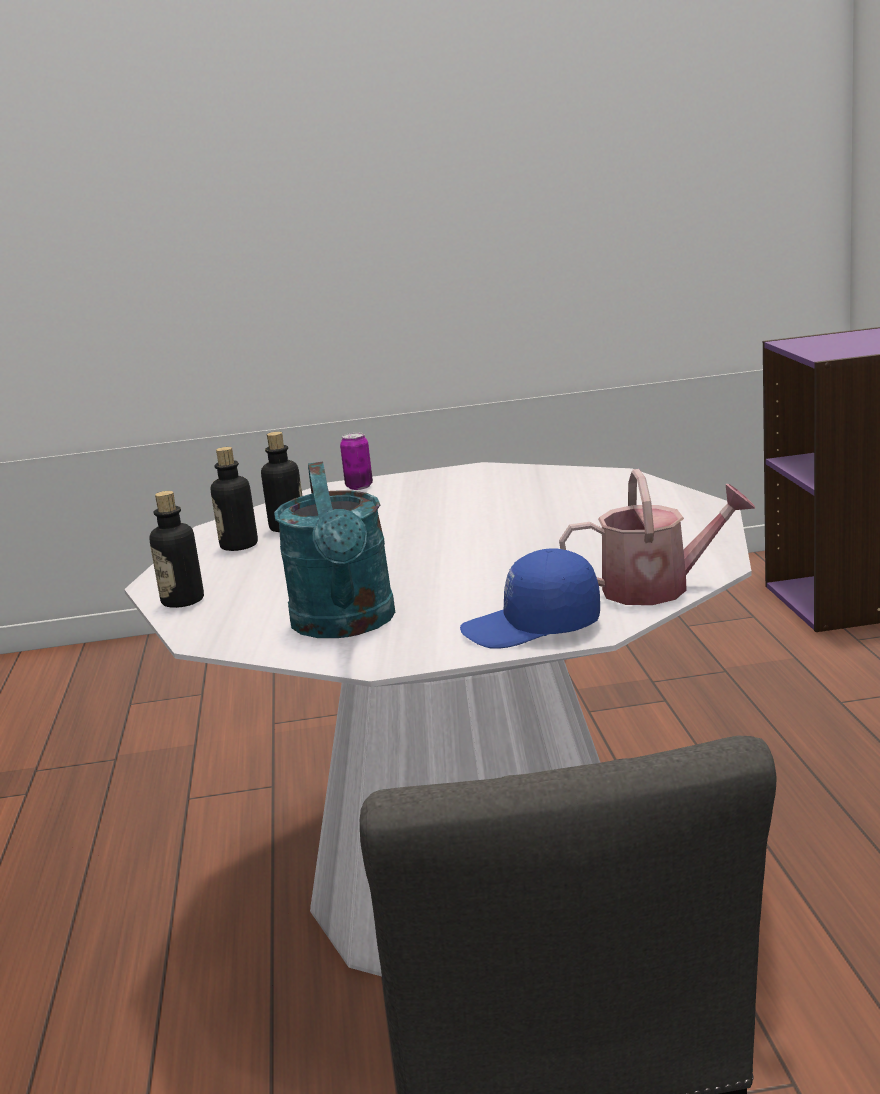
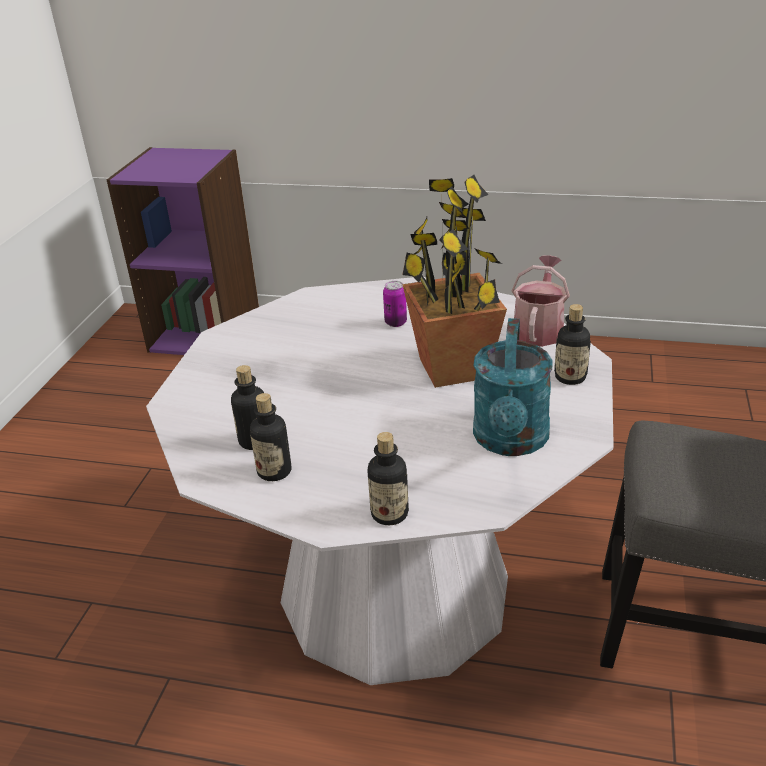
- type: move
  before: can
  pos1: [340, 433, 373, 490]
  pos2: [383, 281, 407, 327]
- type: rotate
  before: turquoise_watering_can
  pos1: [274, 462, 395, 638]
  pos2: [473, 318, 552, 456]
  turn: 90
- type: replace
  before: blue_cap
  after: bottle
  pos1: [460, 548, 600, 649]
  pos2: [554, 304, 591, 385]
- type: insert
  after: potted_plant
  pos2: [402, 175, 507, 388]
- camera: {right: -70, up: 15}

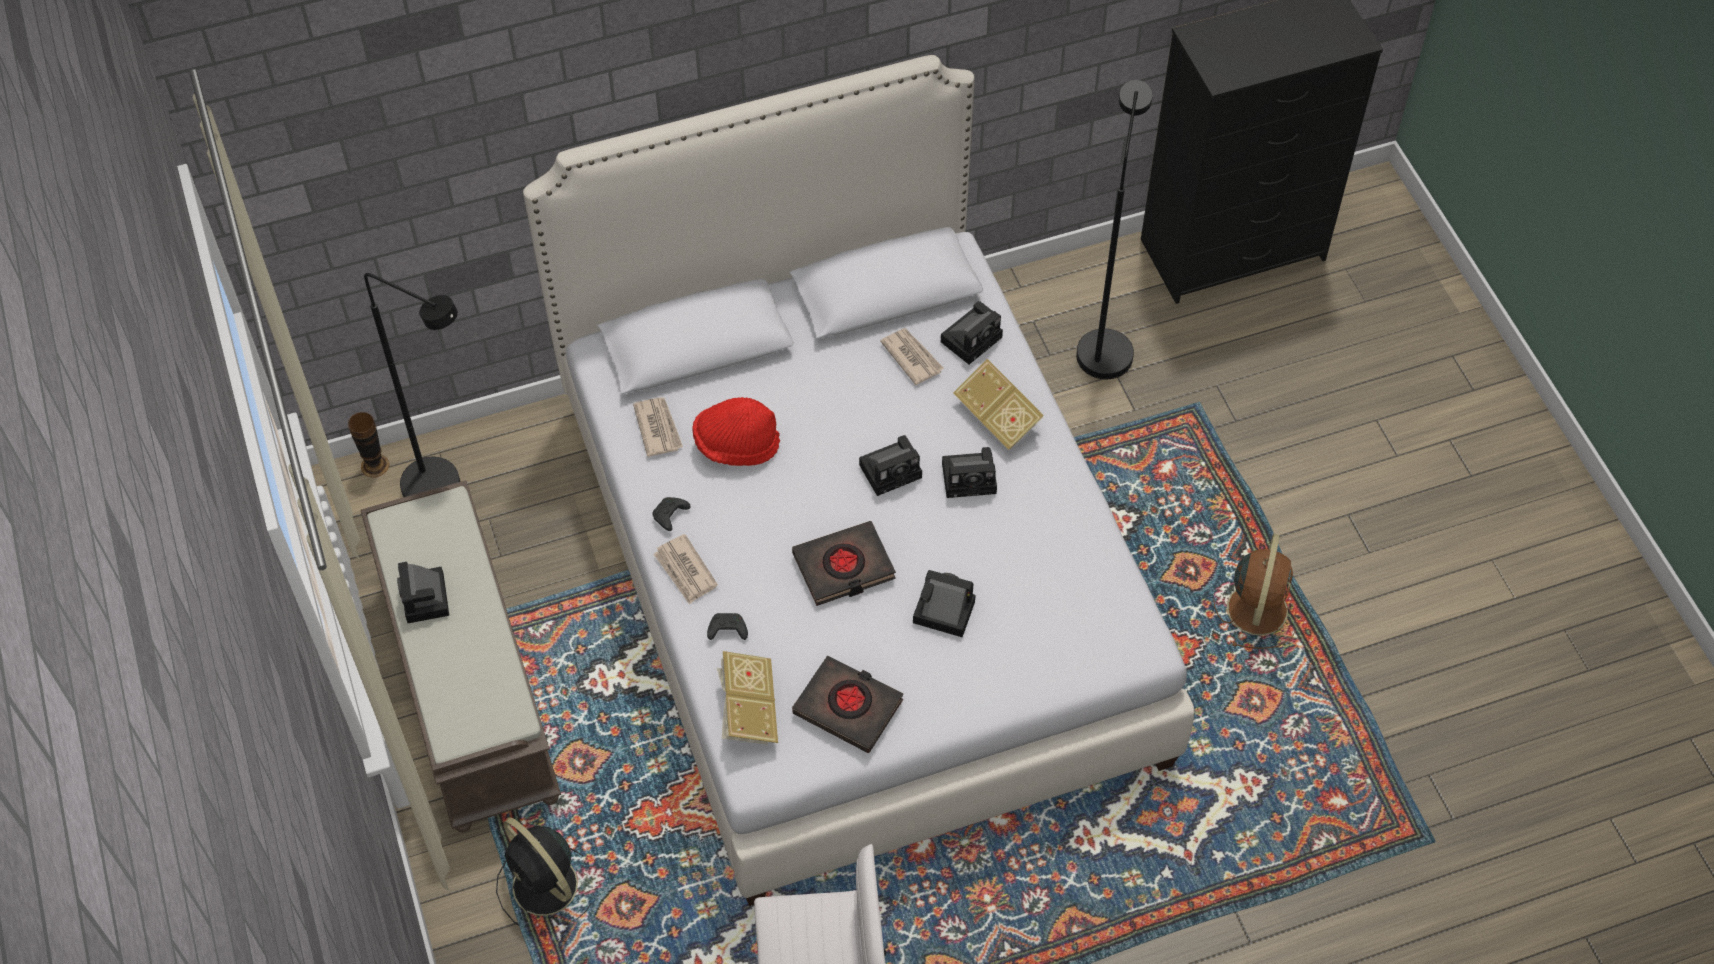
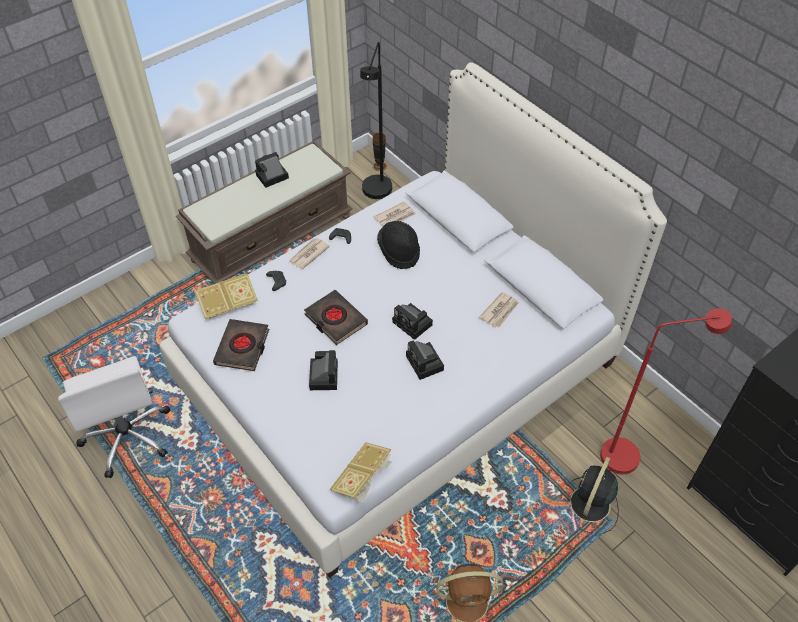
- type: recolor
  before: black_floor_lamp
  after: red_floor_lamp
  pos1: [1076, 80, 1153, 379]
  pos2: [600, 308, 732, 475]
- type: delete
  before: photo_camera
  pos1: [941, 301, 1003, 364]
- type: move
  before: book
  pos1: [953, 359, 1044, 450]
  pos2: [330, 442, 392, 502]
- type: recolor
  before: red_hat
  after: black_hat
  pos1: [692, 397, 780, 466]
  pos2: [377, 221, 420, 269]
- type: move
  before: black_fan
  pos1: [496, 818, 590, 926]
  pos2: [568, 457, 619, 533]
- camera: {right: 70, up: -5}

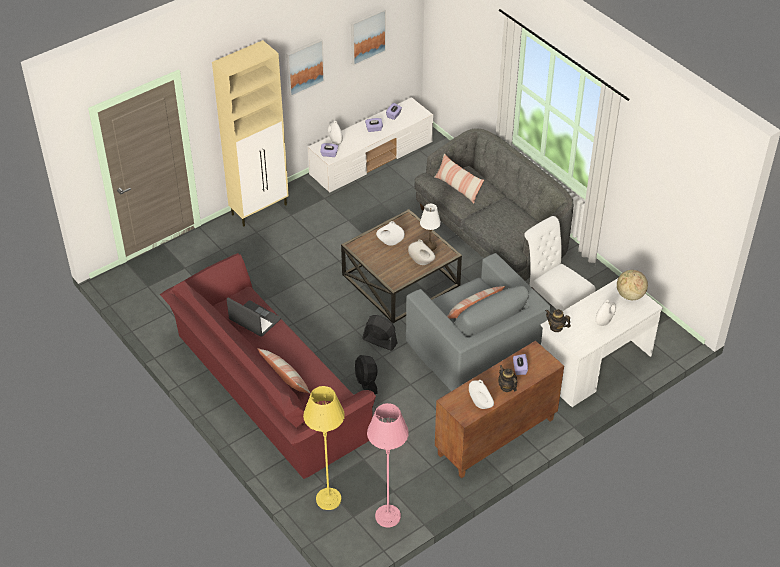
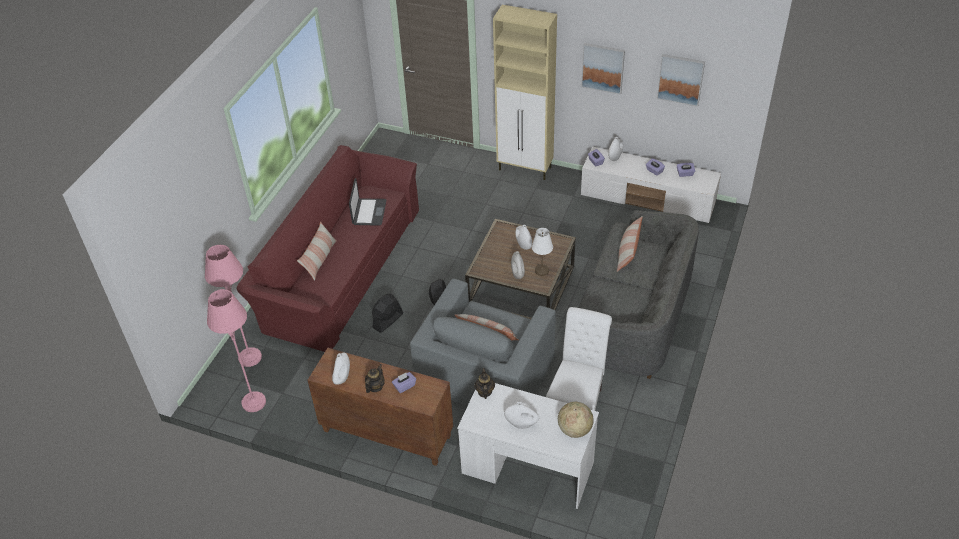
- type: recolor
  before: yellow_floor_lamp
  after: pink_floor_lamp
  pos1: [303, 386, 345, 510]
  pos2: [205, 245, 262, 367]
- camera: {right: 60, up: 0}

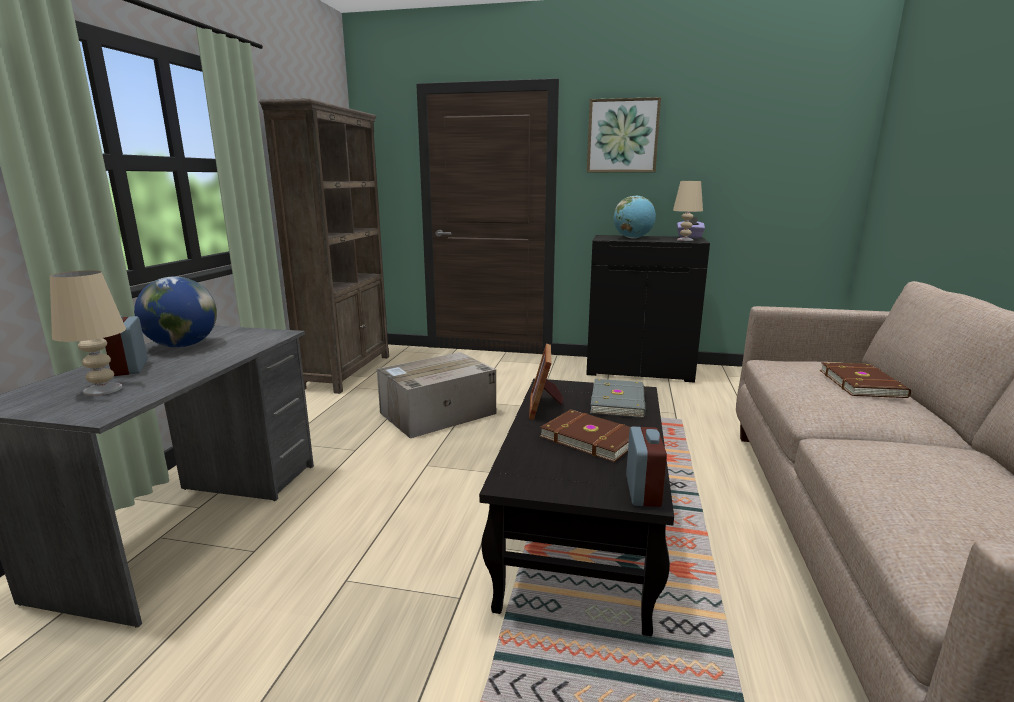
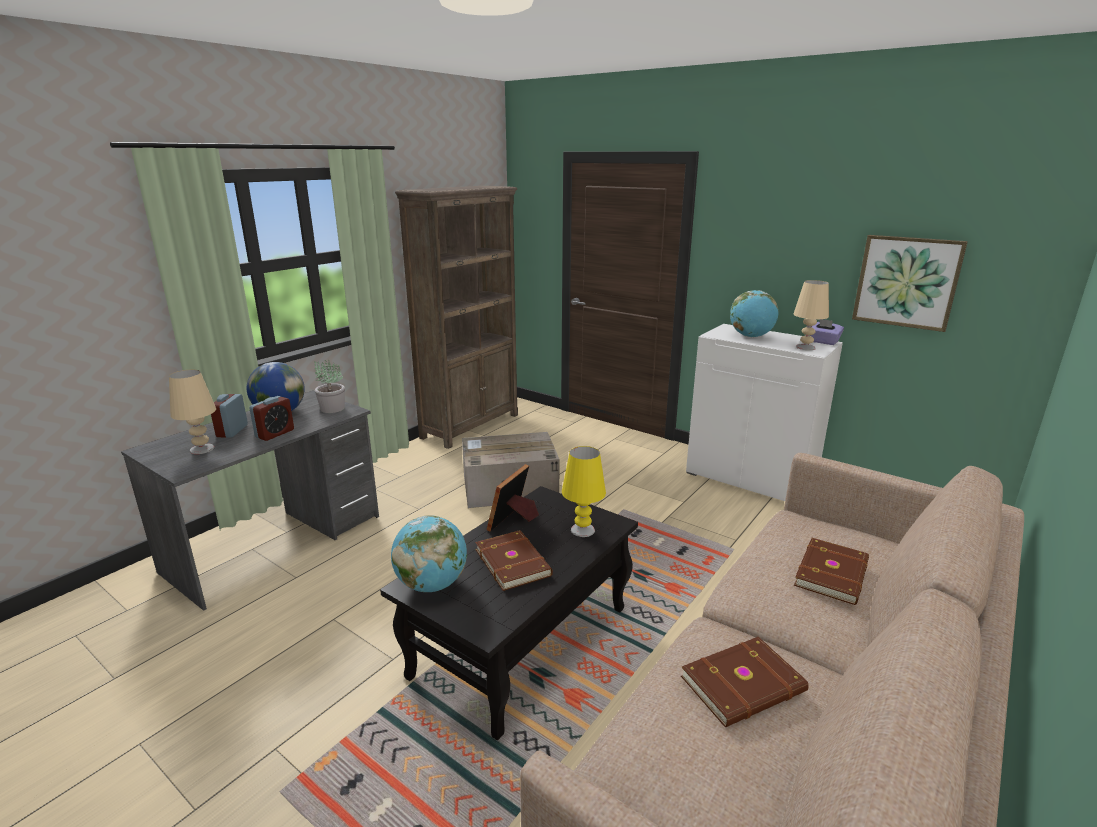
- type: move
  before: picture
  pos1: [587, 97, 661, 172]
  pos2: [852, 235, 968, 332]
- type: recolor
  before: black_cabinet
  after: white_cabinet
  pos1: [586, 235, 710, 383]
  pos2: [686, 324, 843, 501]
- type: replace
  before: grey_book
  after: yellow_table_lamp
  pos1: [590, 379, 646, 418]
  pos2: [562, 446, 606, 537]
- type: move
  before: alarm_clock
  pos1: [626, 427, 667, 507]
  pos2: [249, 396, 294, 441]
- type: insert
  after: potted_plant
  pos2: [314, 359, 345, 413]
- type: insert
  after: globe
  pos2: [391, 515, 467, 592]
- type: insert
  after: brown_book
  pos2: [681, 637, 809, 728]
- camera: {right: 25, up: 5}

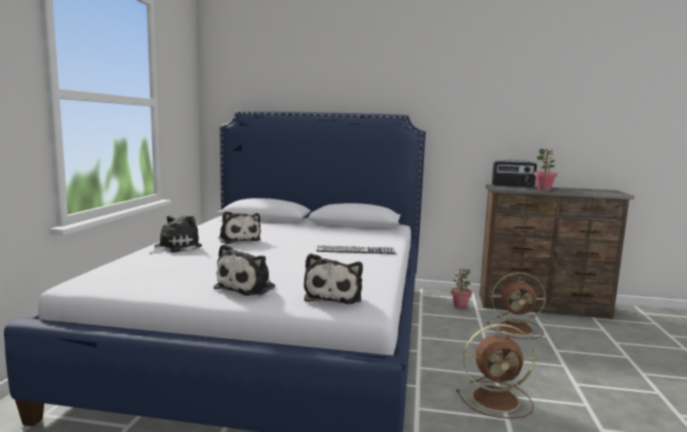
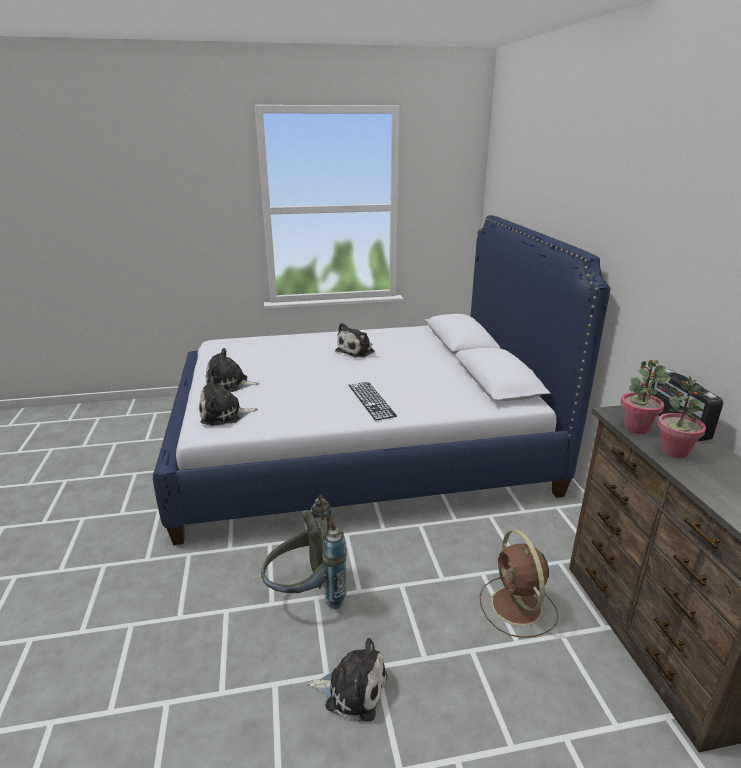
- type: move
  before: plush_toy
  pos1: [149, 215, 202, 254]
  pos2: [308, 638, 387, 722]
- type: move
  before: potted_plant
  pos1: [451, 268, 472, 309]
  pos2: [621, 360, 671, 434]
- type: replace
  before: brown_fan
  after: grey_backpack
  pos1: [456, 324, 535, 419]
  pos2: [261, 495, 347, 609]
- camera: {right: 70, up: 15}

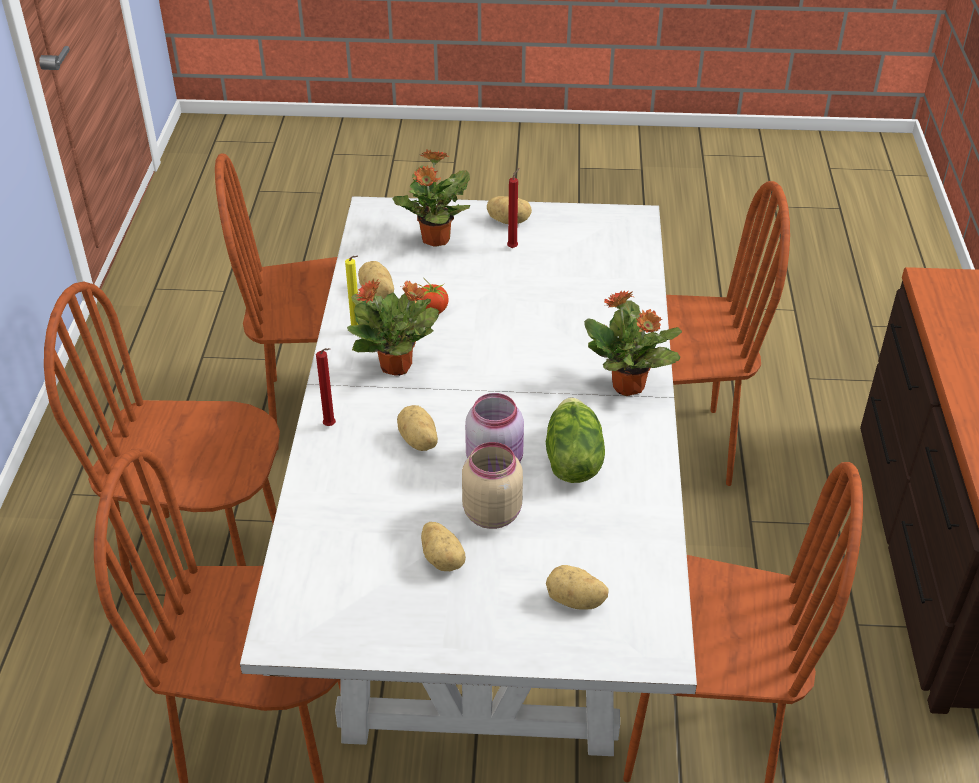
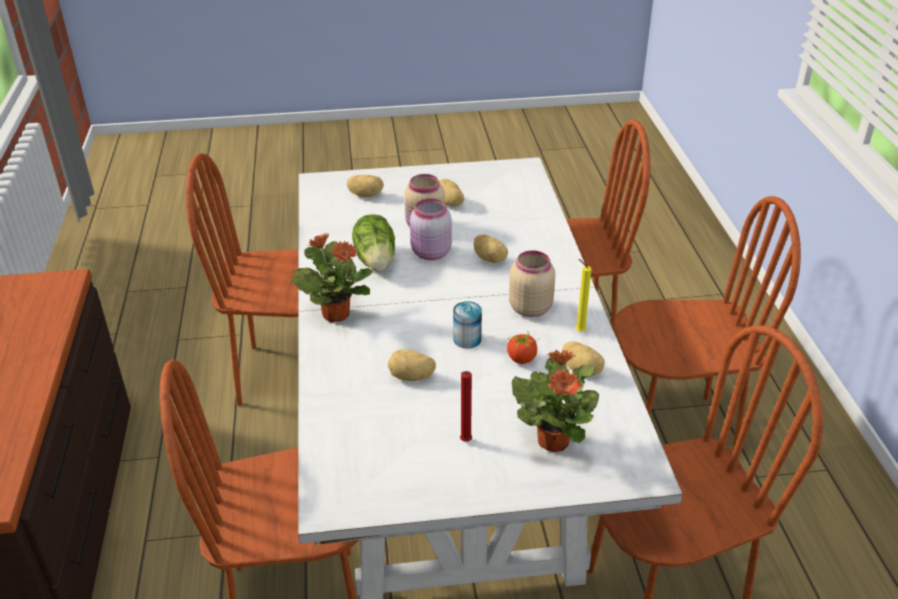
- type: move
  before: potato
  pos1: [487, 196, 532, 224]
  pos2: [388, 350, 436, 381]
- type: replace
  before: potted_plant
  after: beige_jar
  pos1: [347, 279, 439, 376]
  pos2: [509, 250, 555, 317]
- type: delete
  before: red_candle
  pos1: [316, 348, 336, 426]
- type: insert
  after: can
  pos2: [453, 301, 482, 349]
- camera: {right: 170, up: -5}

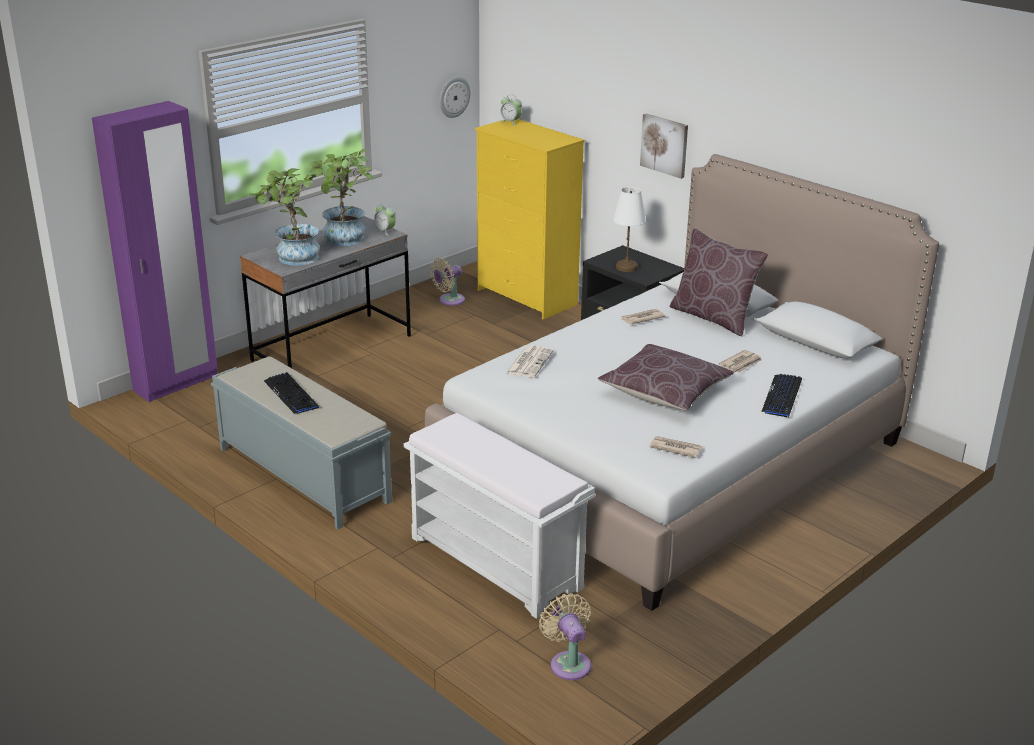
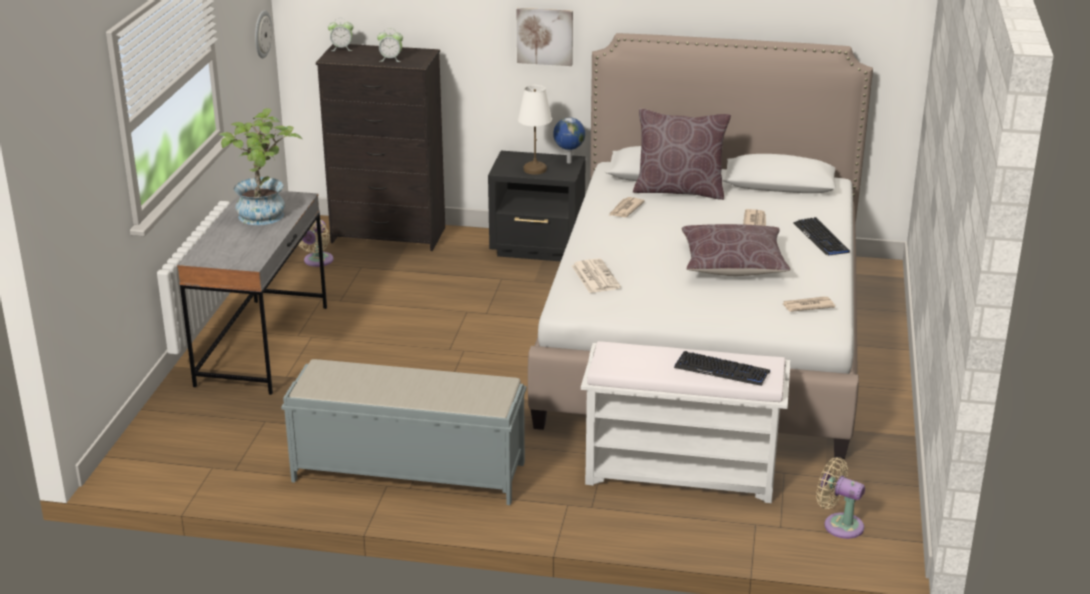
- type: delete
  before: purple_wardrobe
  pos1: [92, 101, 217, 402]
- type: recolor
  before: yellow_dresser
  after: black_dresser
  pos1: [475, 119, 584, 320]
  pos2: [316, 44, 445, 251]
- type: delete
  before: potted_plant
  pos1: [249, 168, 321, 266]
- type: move
  before: alarm_clock
  pos1: [374, 203, 396, 236]
  pos2: [377, 28, 403, 62]
- type: move
  before: keyboard
  pos1: [264, 372, 319, 414]
  pos2: [674, 351, 770, 386]
- type: insert
  after: globe
  pos2: [553, 117, 585, 163]
- camera: {right: -35, up: 0}

